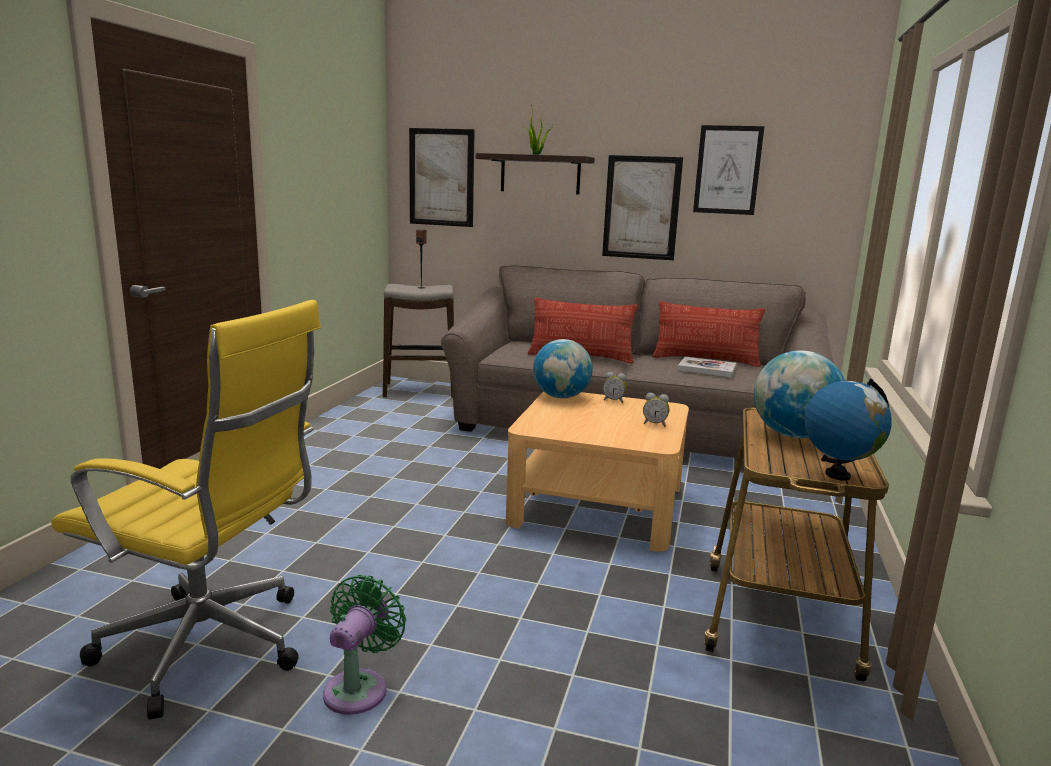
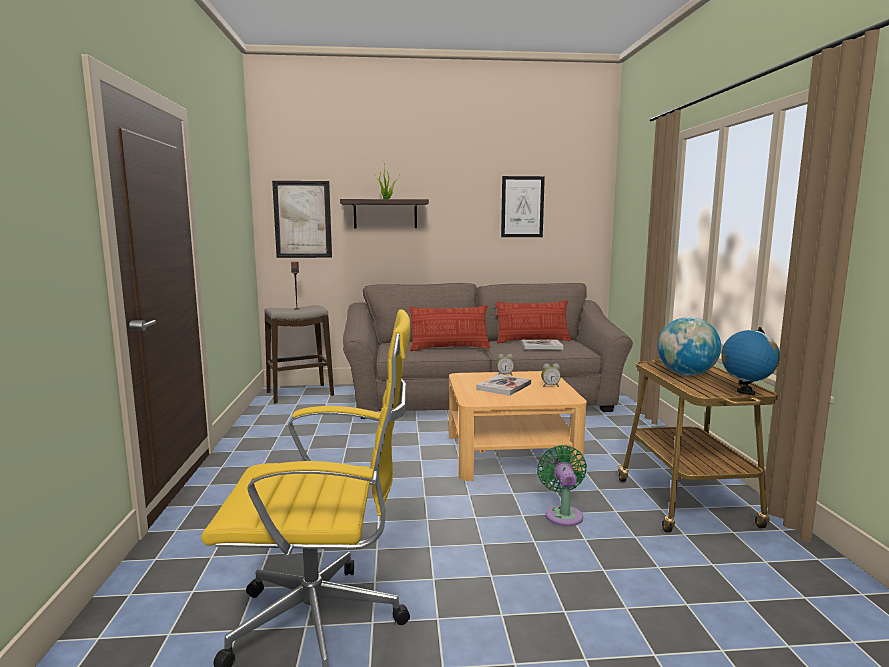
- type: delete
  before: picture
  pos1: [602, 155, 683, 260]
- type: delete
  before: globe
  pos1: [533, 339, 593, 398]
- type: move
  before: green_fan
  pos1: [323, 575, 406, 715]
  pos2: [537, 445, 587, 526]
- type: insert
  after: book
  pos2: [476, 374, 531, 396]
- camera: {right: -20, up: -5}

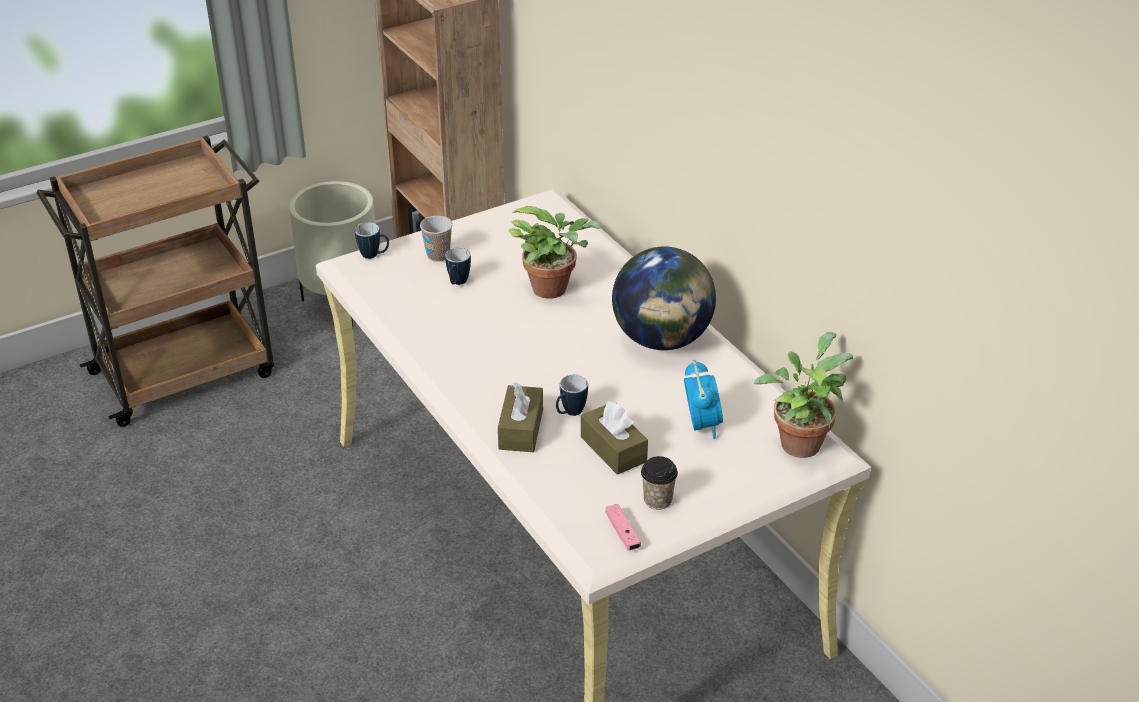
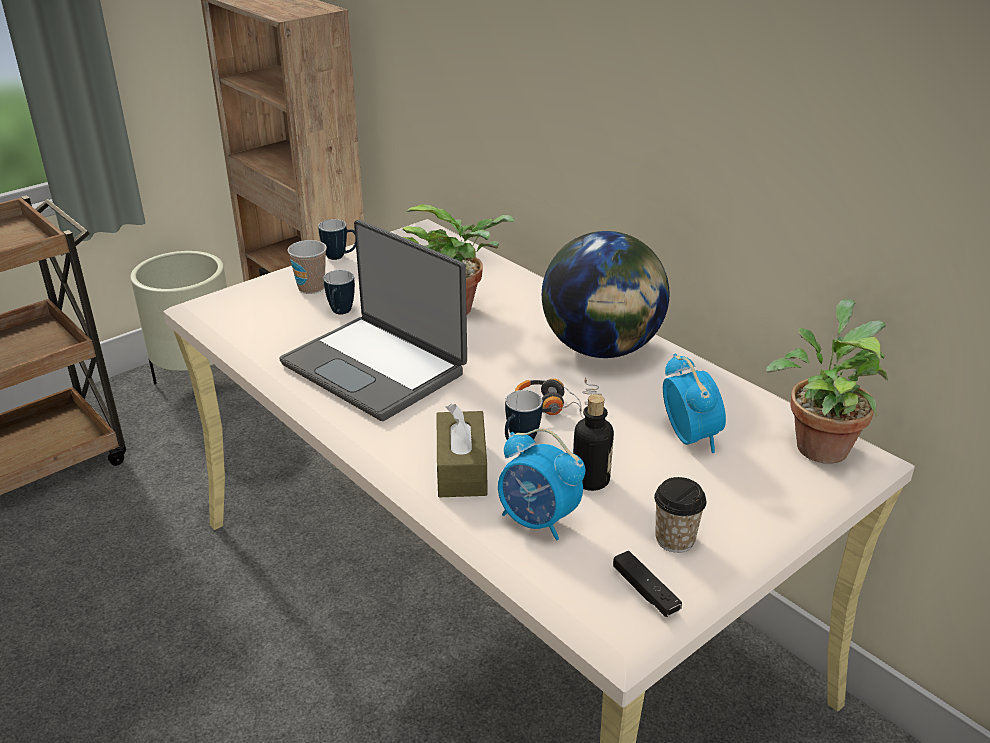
- type: move
  before: mug
  pos1: [355, 222, 389, 259]
  pos2: [318, 219, 356, 260]
- type: replace
  before: brown_tissue_box
  after: bottle
  pos1: [581, 401, 648, 475]
  pos2: [573, 394, 614, 491]
- type: recolor
  before: pink_game_controller
  after: black_game_controller
  pos1: [606, 504, 641, 551]
  pos2: [613, 551, 682, 617]
- type: insert
  after: laptop
  pos2: [279, 220, 467, 421]
- type: insert
  after: headphones
  pos2: [515, 378, 602, 419]
- type: insert
  after: alarm_clock
  pos2: [498, 428, 585, 541]
- camera: {right: -10, up: -5}

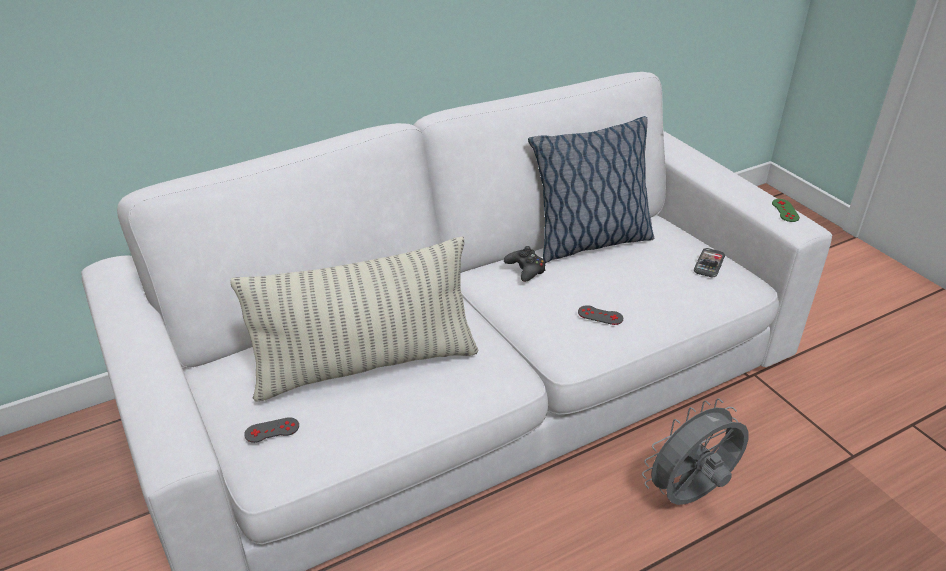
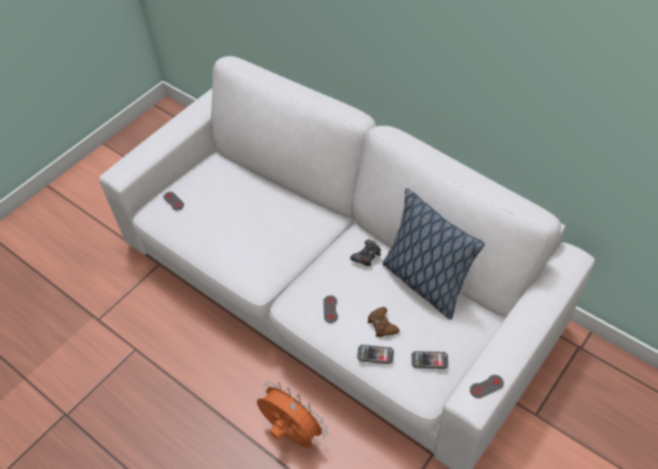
- type: recolor
  before: green_game_controller
  after: grey_game_controller
  pos1: [772, 199, 800, 222]
  pos2: [470, 375, 504, 398]
- type: delete
  before: pillow
  pos1: [230, 236, 479, 402]
- type: recolor
  before: grey_fan
  after: orange_fan
  pos1: [642, 398, 749, 505]
  pos2: [257, 381, 328, 448]
- type: insert
  after: brown_game_controller
  pos2: [368, 307, 400, 337]
- type: insert
  after: phone
  pos2: [357, 345, 394, 364]
- camera: {right: 70, up: 15}

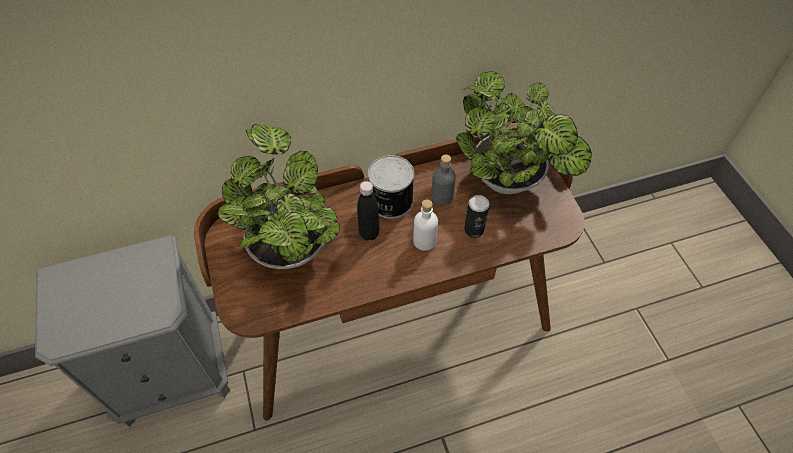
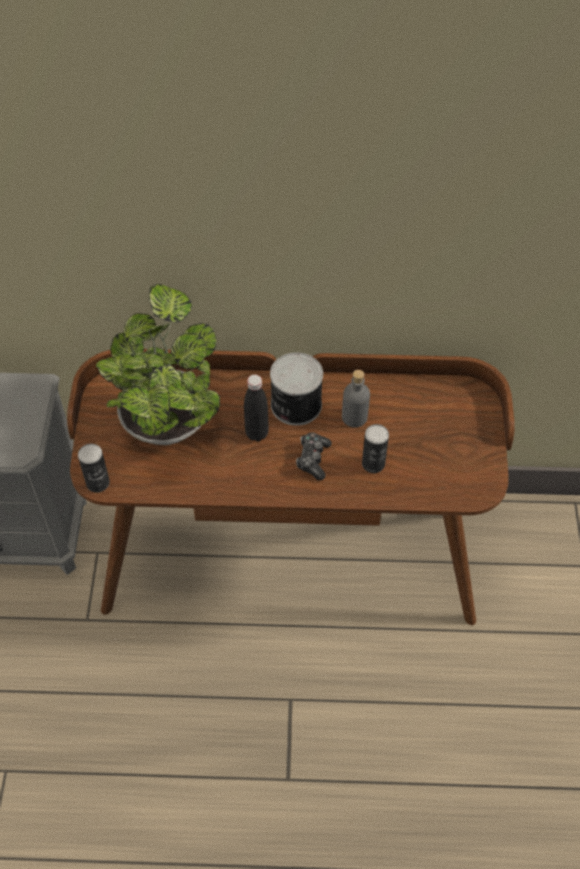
- type: delete
  before: potted_plant
  pos1: [456, 71, 592, 194]
- type: replace
  before: white_bottle
  after: game_controller
  pos1: [413, 200, 438, 251]
  pos2: [296, 432, 331, 480]
- type: insert
  after: can
  pos2: [78, 444, 110, 493]
- camera: {right: 20, up: 0}

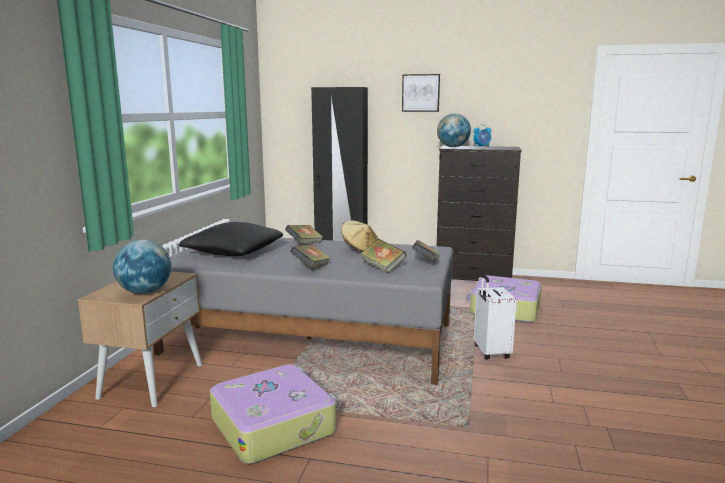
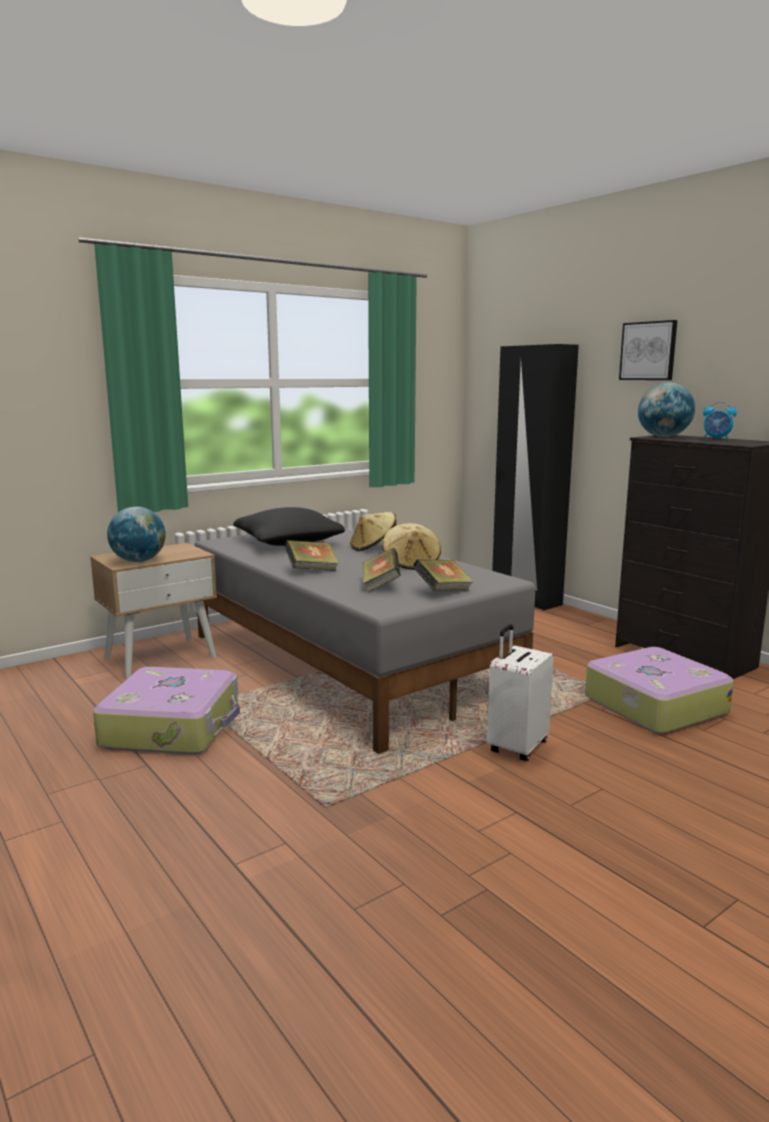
- type: replace
  before: book
  after: beige_hat
  pos1: [285, 225, 324, 244]
  pos2: [350, 512, 396, 551]
- camera: {right: 40, up: 0}

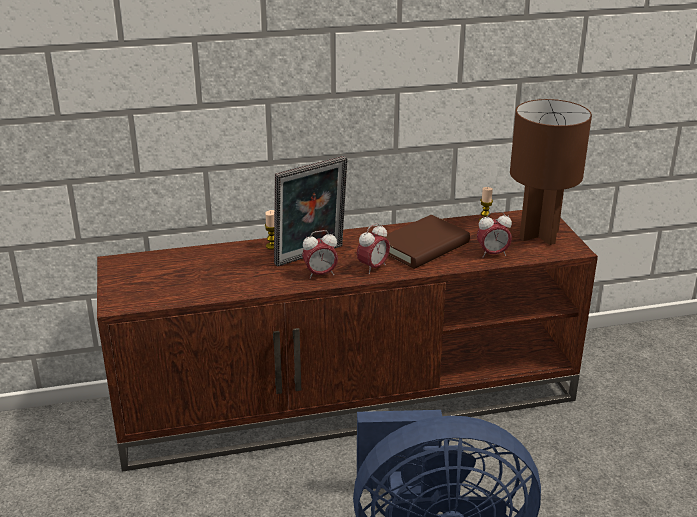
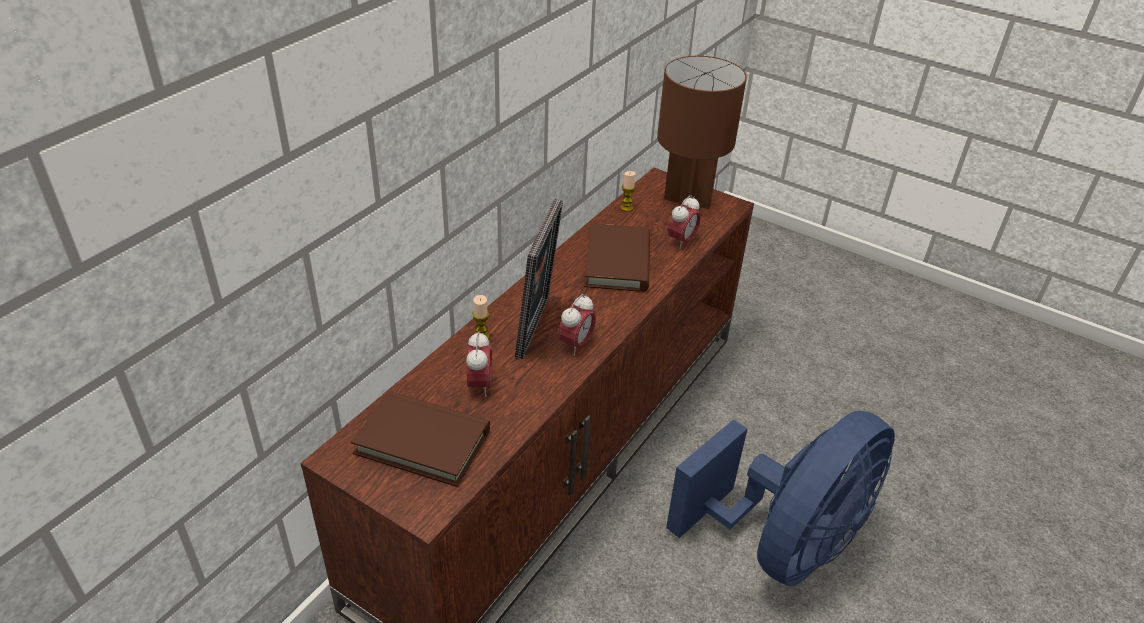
- type: move
  before: alarm_clock
  pos1: [357, 223, 390, 274]
  pos2: [466, 331, 492, 397]
- type: insert
  after: brown_book
  pos2: [351, 391, 490, 487]
- camera: {right: -45, up: 10}

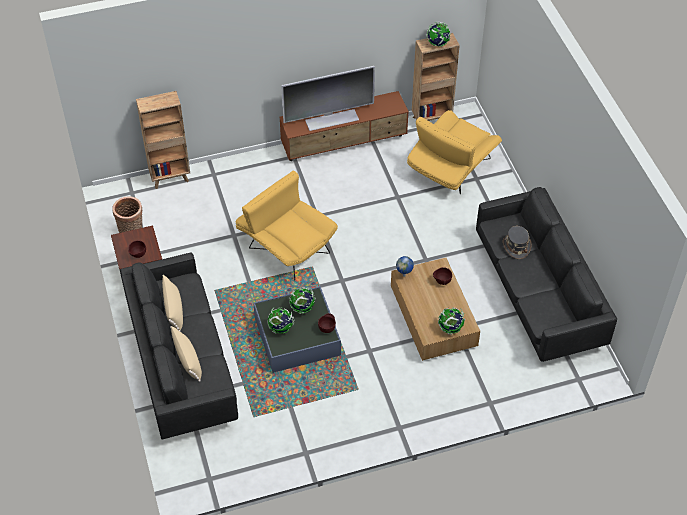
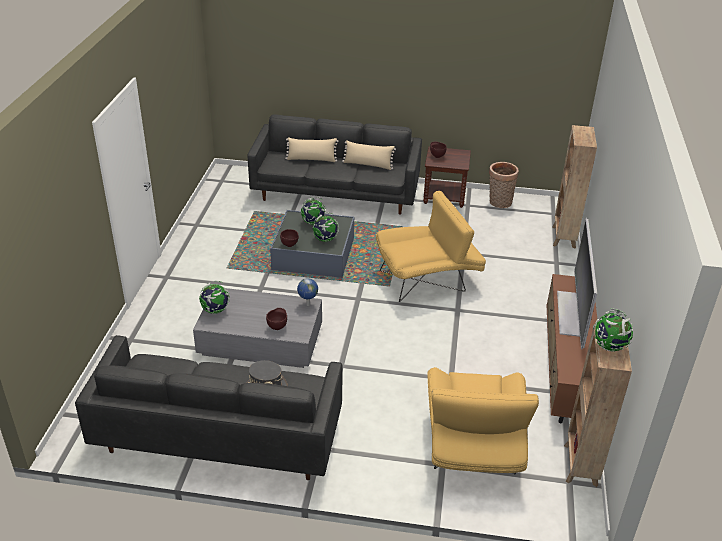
- type: rotate
  before: yellow_armchair
  pos1: [407, 110, 502, 195]
  pos2: [427, 367, 539, 474]
  turn: -150
- type: recolor
  before: brown_coffee_table
  after: grey_coffee_table
  pos1: [391, 258, 480, 361]
  pos2: [193, 288, 322, 368]
- camera: {right: 115, up: -15}

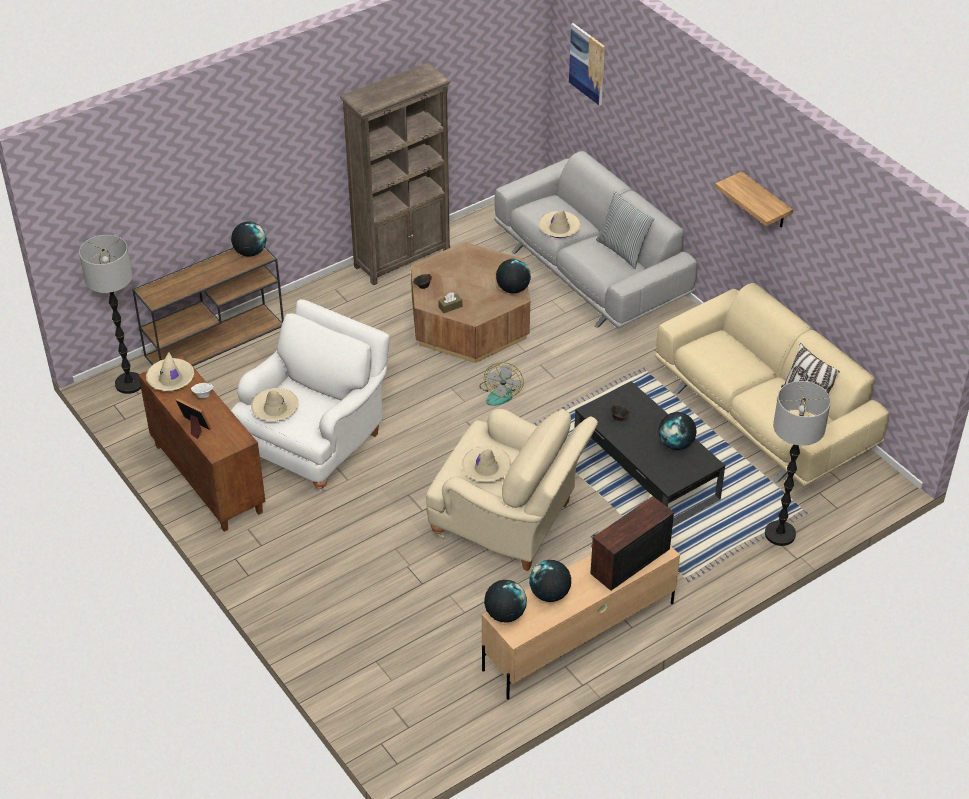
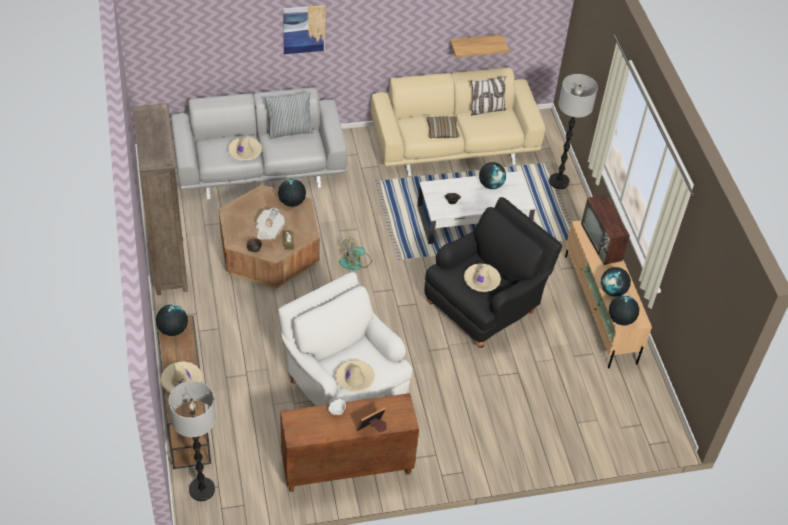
- type: move
  before: picture
  pos1: [569, 23, 605, 106]
  pos2: [283, 5, 326, 54]
- type: move
  before: shelf
  pos1: [715, 171, 793, 228]
  pos2: [450, 34, 509, 57]
- type: move
  before: beige_hat
  pos1: [146, 352, 194, 391]
  pos2: [161, 361, 202, 393]
- type: rotate
  before: fan
  pos1: [479, 362, 524, 406]
  pos2: [339, 237, 372, 271]
  turn: 120
- type: recolor
  before: black_coffee_table
  after: white_coffee_table
  pos1: [574, 381, 725, 526]
  pos2: [417, 171, 535, 244]
- type: recolor
  before: beige_armchair
  after: black_armchair
  pos1: [426, 409, 598, 571]
  pos2: [424, 197, 562, 348]
- type: insert
  after: pillow
  pos2: [426, 116, 460, 138]
- type: insert
  after: newspaper
  pos2: [256, 208, 285, 240]
- camera: {right: -70, up: 5}

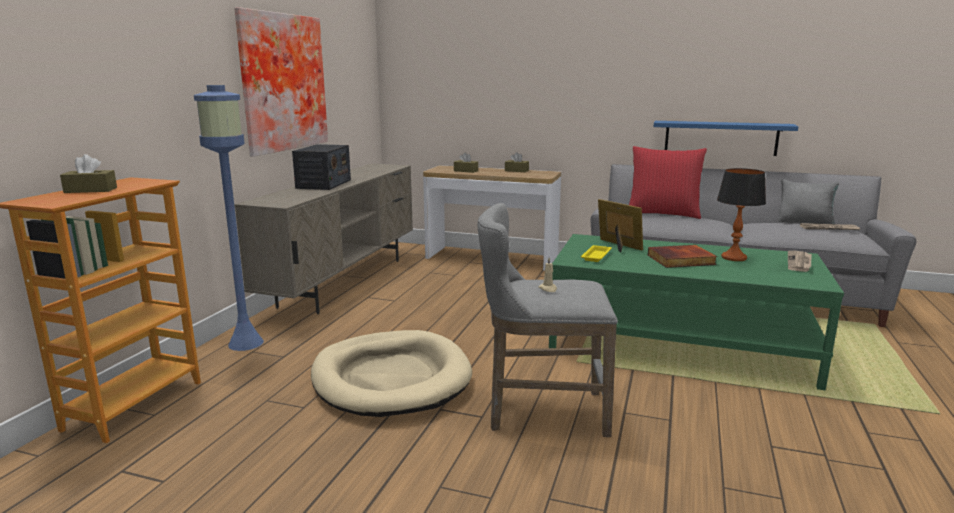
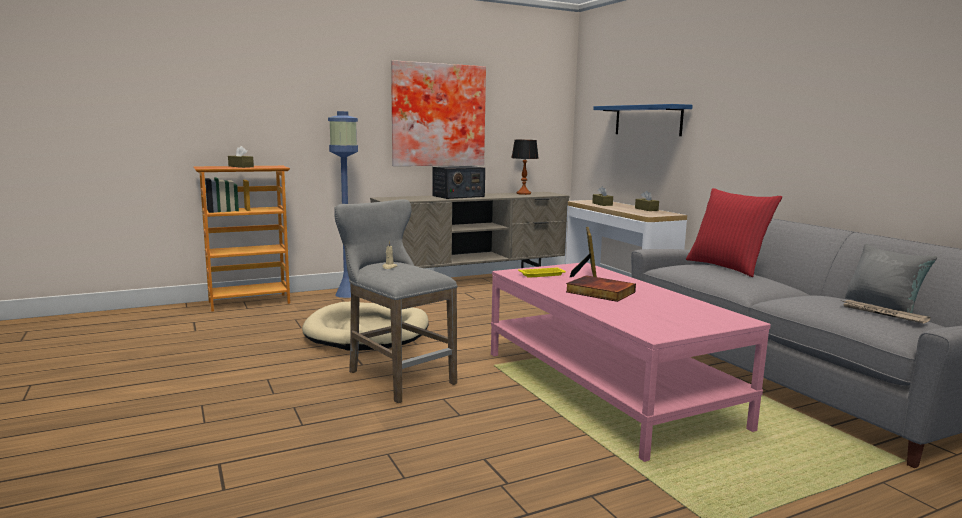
- type: move
  before: blue_shelf
  pos1: [654, 121, 798, 156]
  pos2: [593, 104, 693, 136]
- type: move
  before: table_lamp
  pos1: [717, 168, 766, 261]
  pos2: [511, 140, 539, 195]
- type: recolor
  before: green_coffee_table
  after: pink_coffee_table
  pos1: [549, 234, 844, 390]
  pos2: [491, 262, 771, 462]
- type: delete
  before: newspaper
  pos1: [788, 251, 812, 272]
- camera: {right: 45, up: -5}

